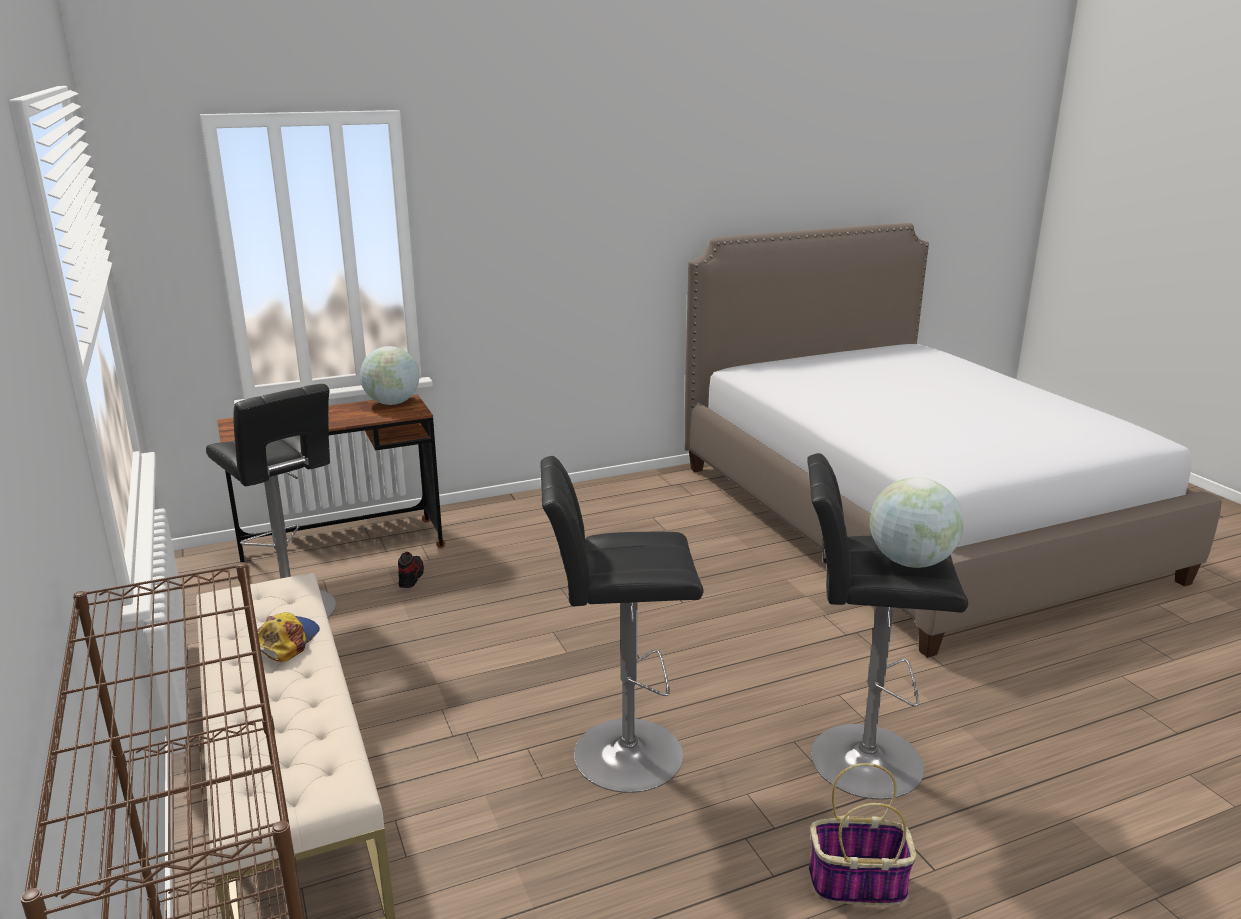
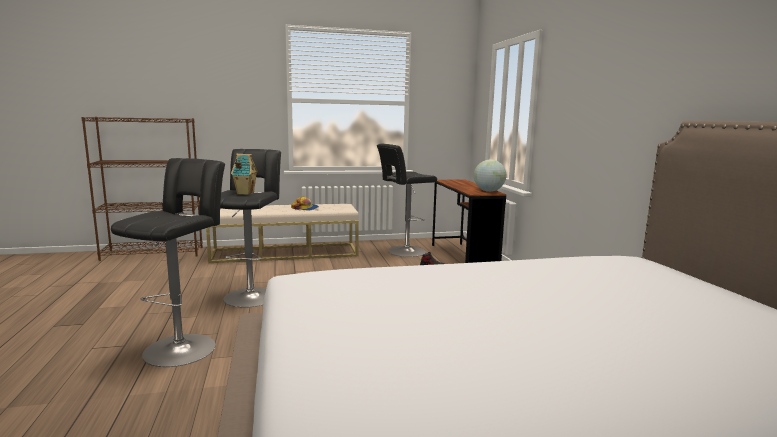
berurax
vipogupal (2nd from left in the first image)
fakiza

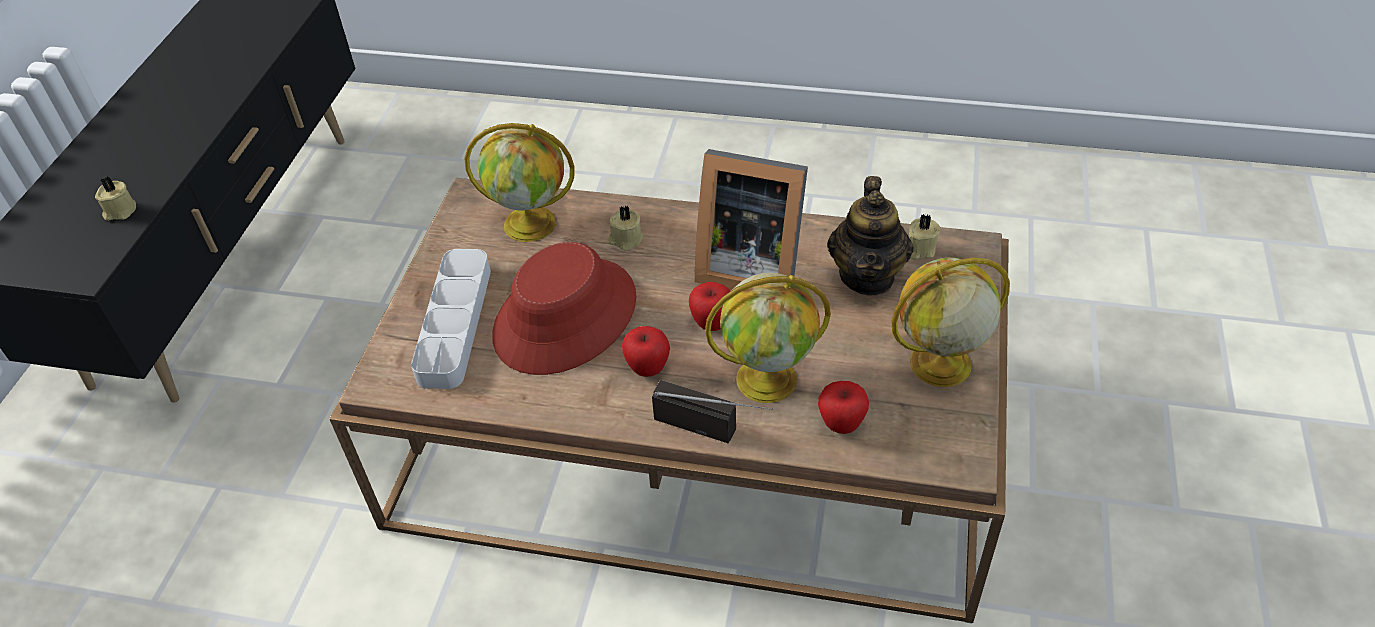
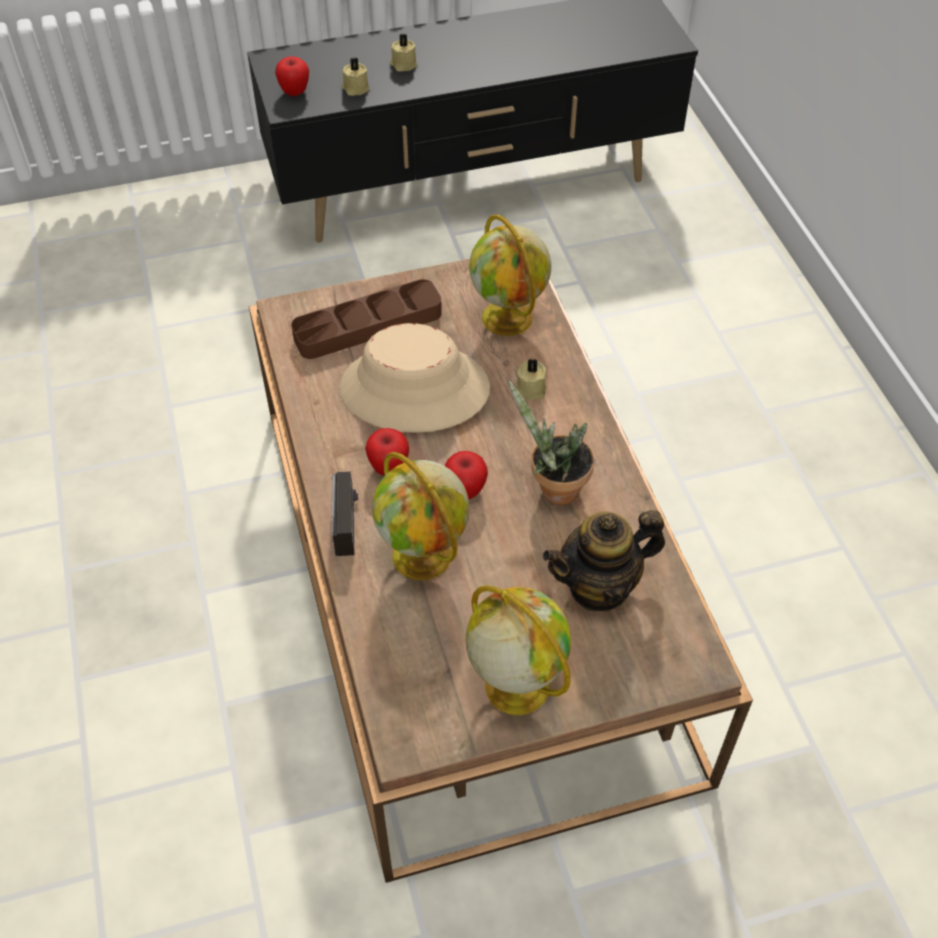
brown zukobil
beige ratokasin
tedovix
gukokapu (1st from left)
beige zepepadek (2nd from left)

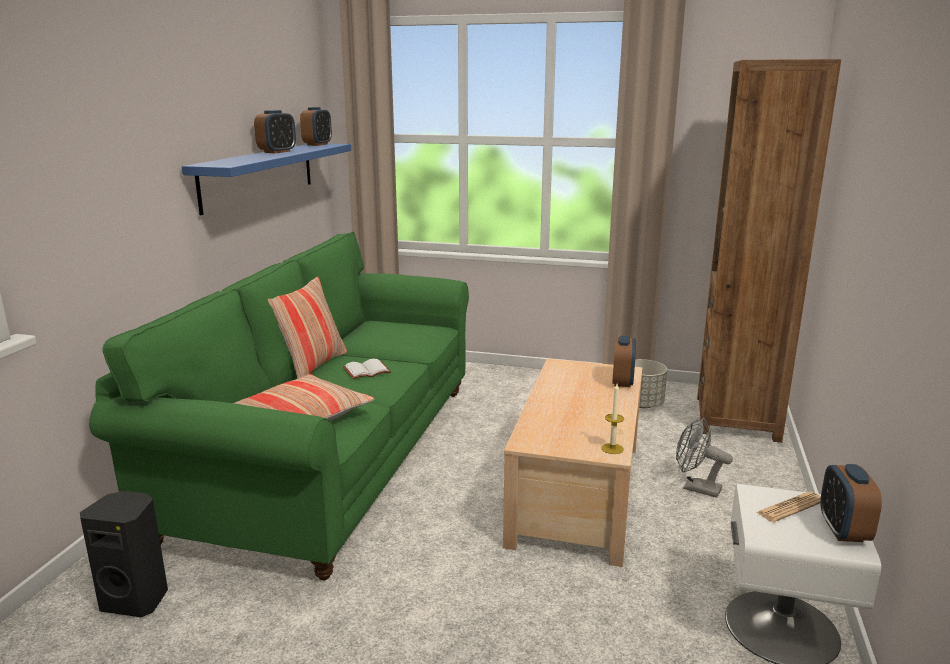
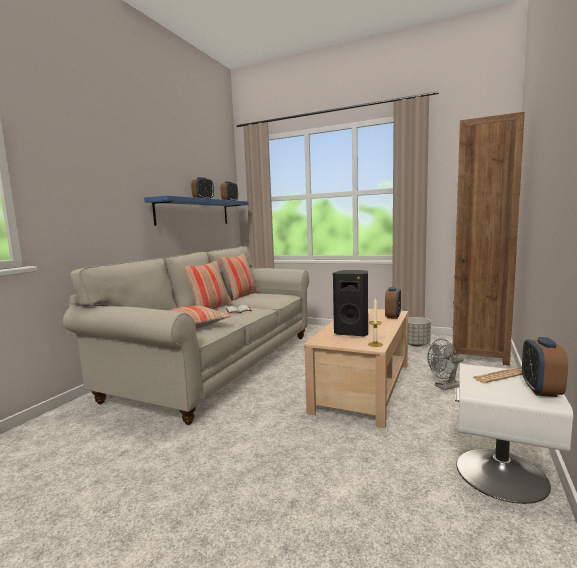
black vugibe
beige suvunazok
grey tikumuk
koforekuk (3rd from left)

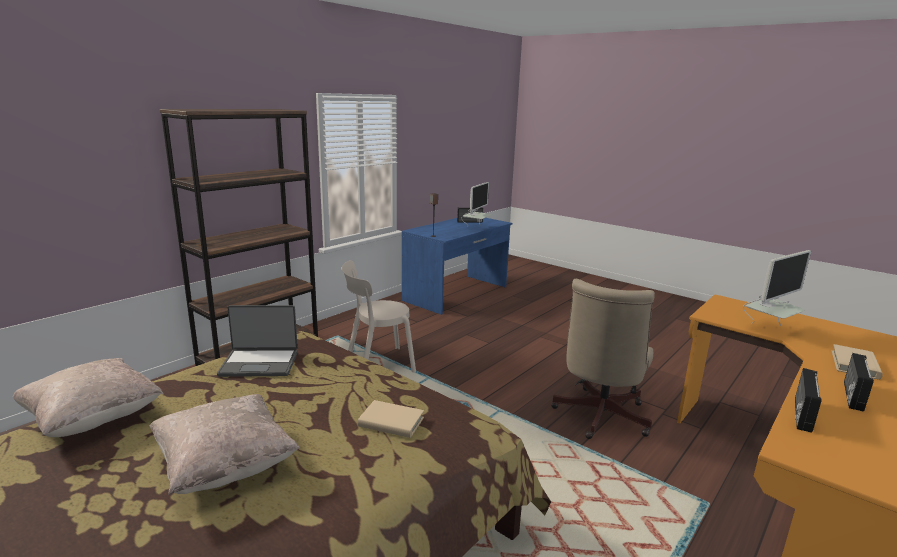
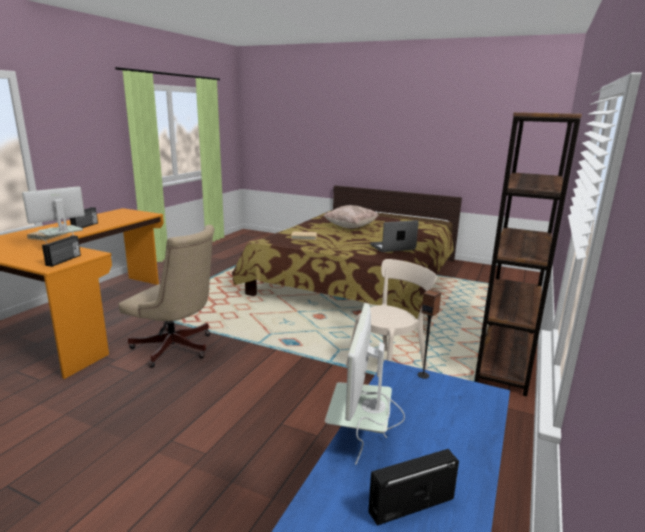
beige koforekuk (1st from left in the first image)
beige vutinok
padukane (1st from left)

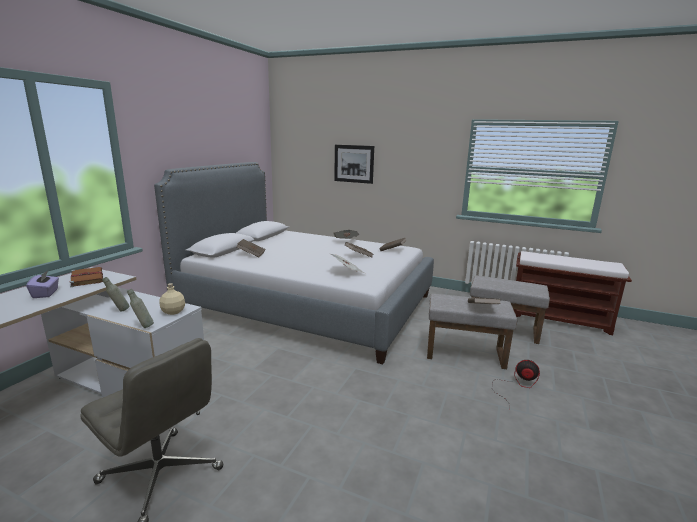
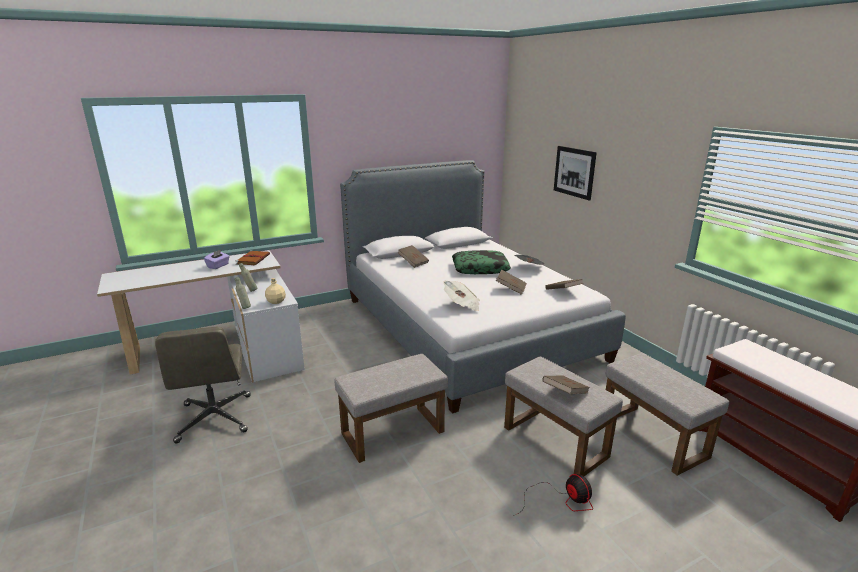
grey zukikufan (1st from left)
koforekuk

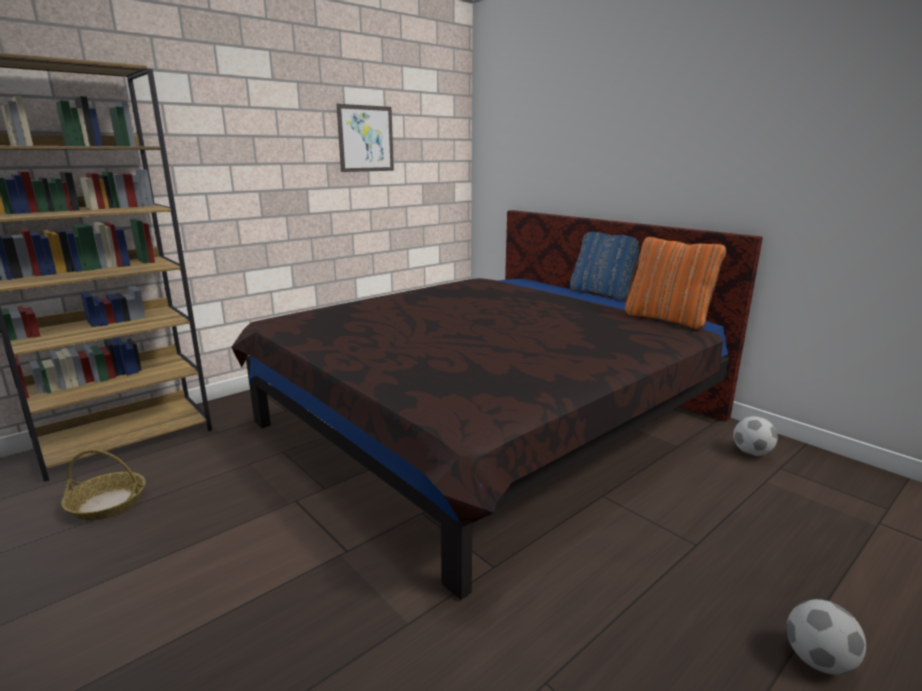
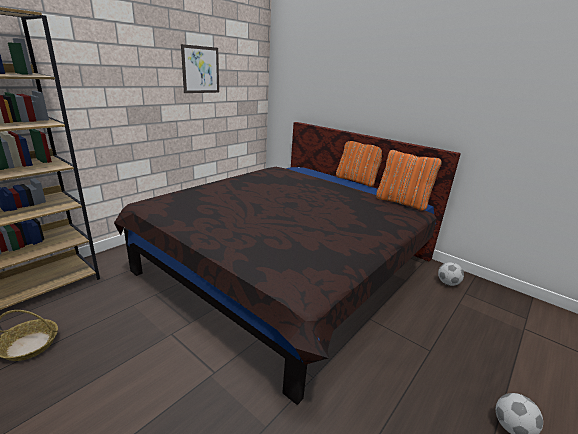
orange koforekuk (1st from left)

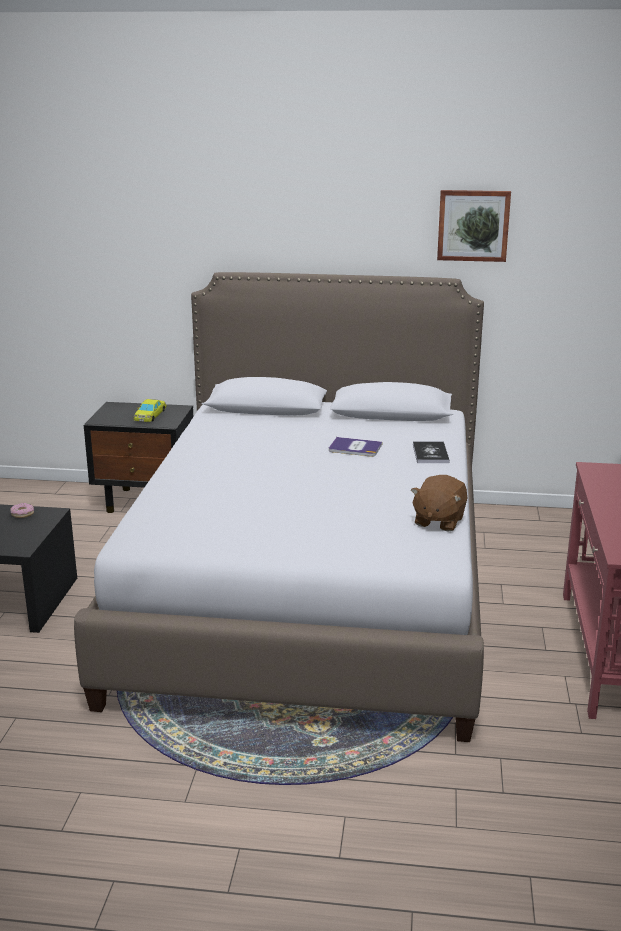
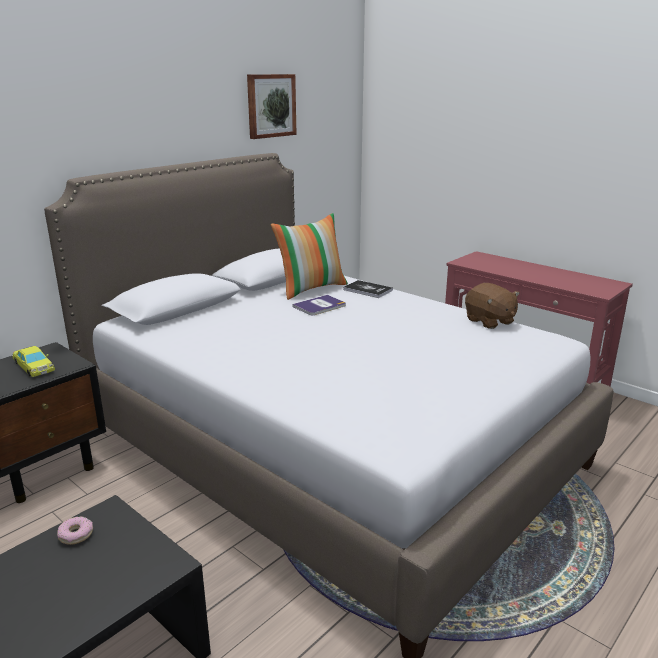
koforekuk

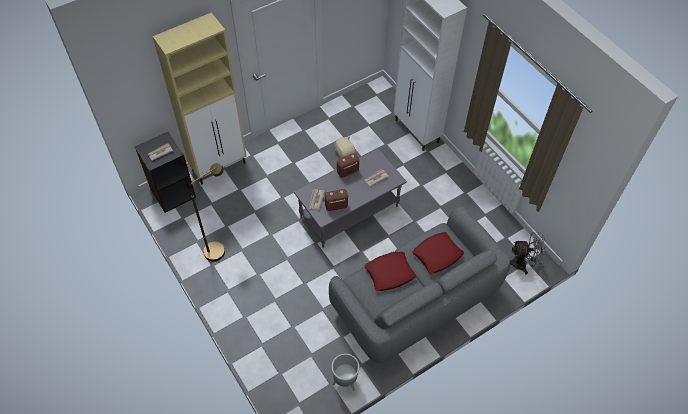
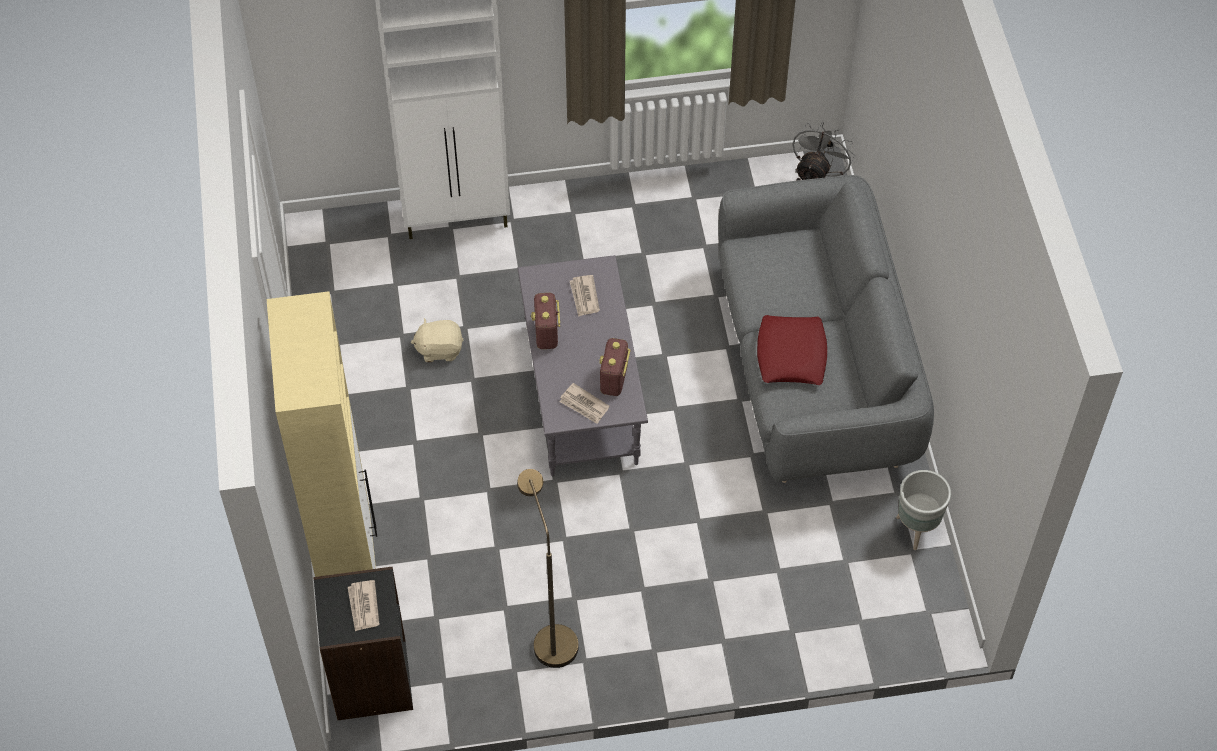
red koforekuk (2nd from left in the first image)

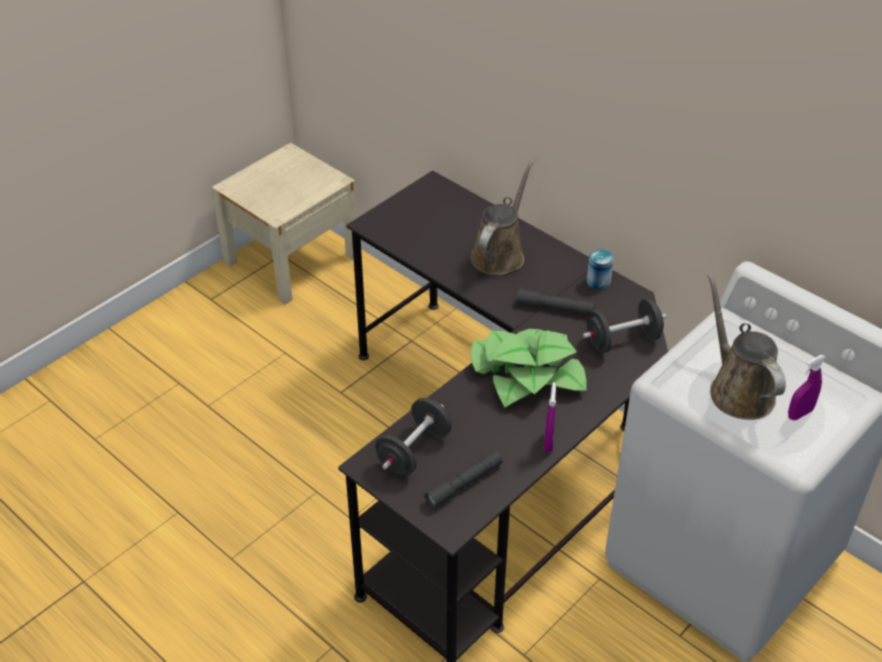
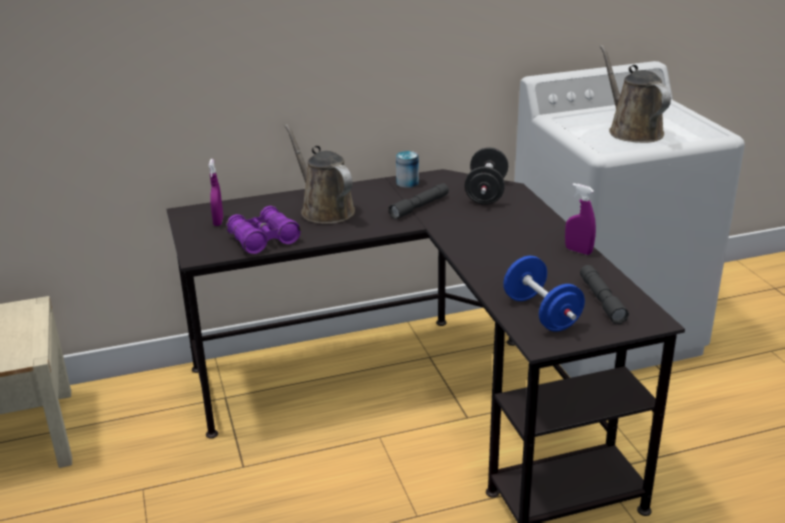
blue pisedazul
tedovix
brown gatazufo (2nd from left)
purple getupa (1st from left)
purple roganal

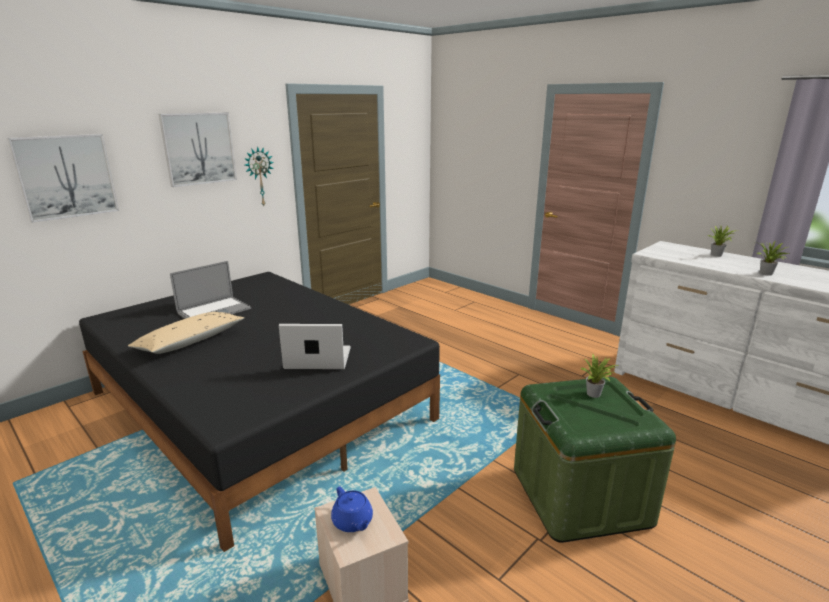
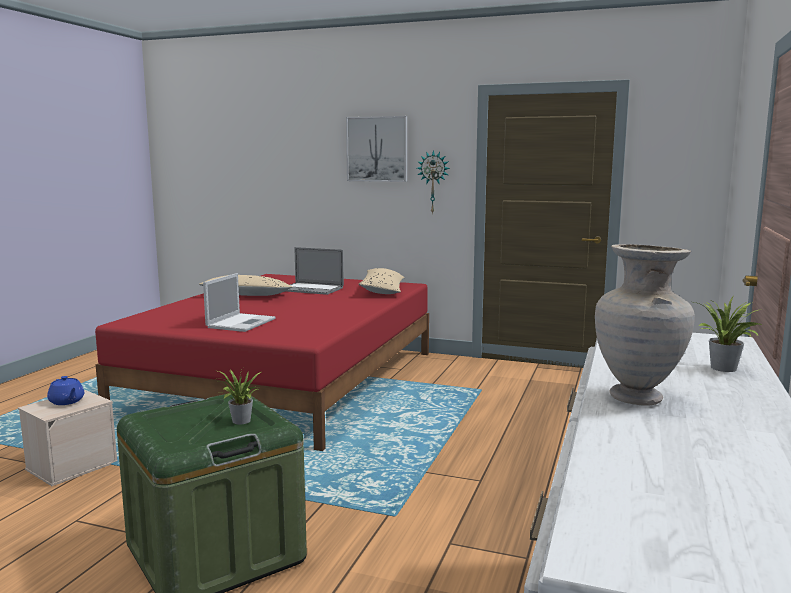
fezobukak (1st from left in the first image)
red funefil
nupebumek (1st from left)
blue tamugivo
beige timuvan
beige koforekuk (2nd from left)

